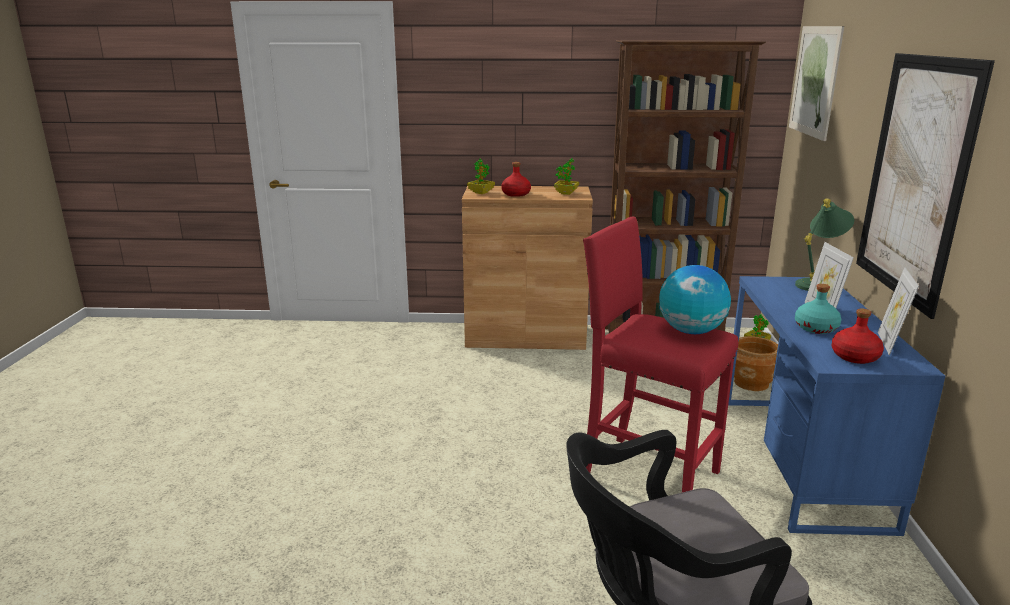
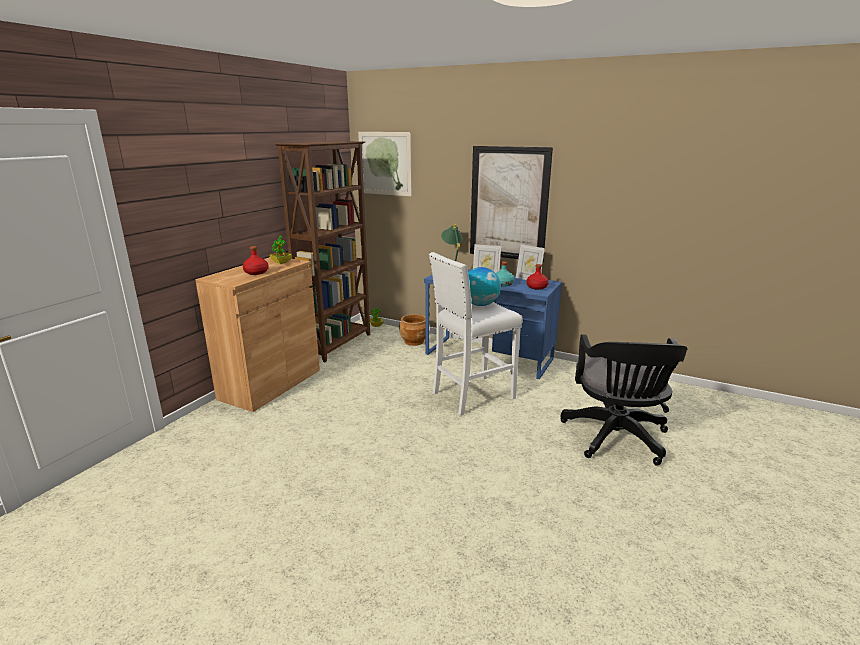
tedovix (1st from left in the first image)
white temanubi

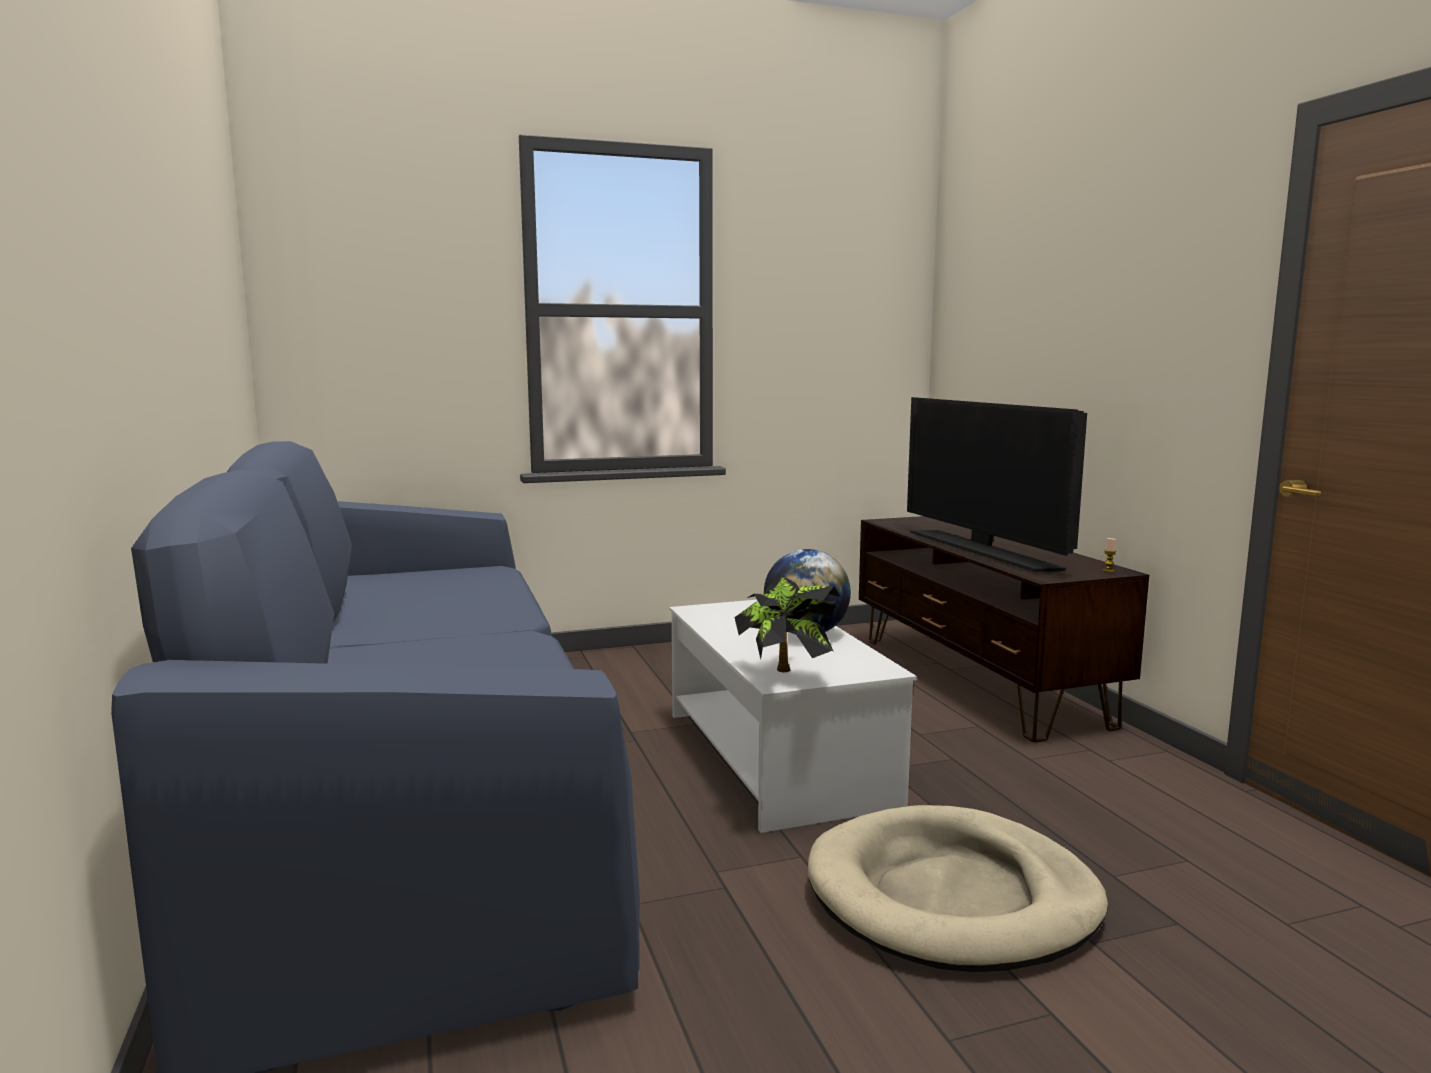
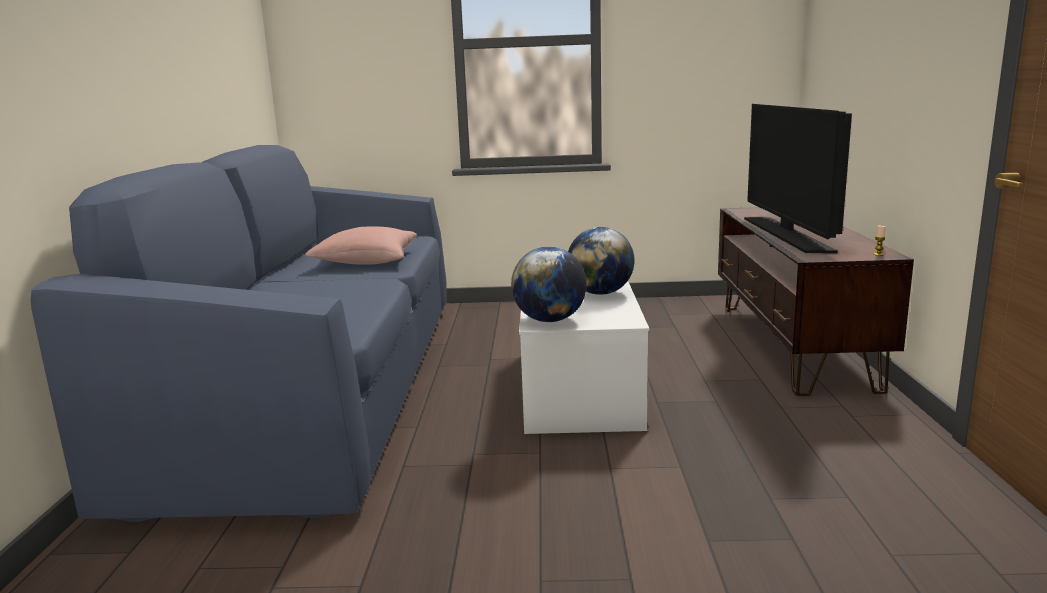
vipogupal (1st from left)
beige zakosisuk
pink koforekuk

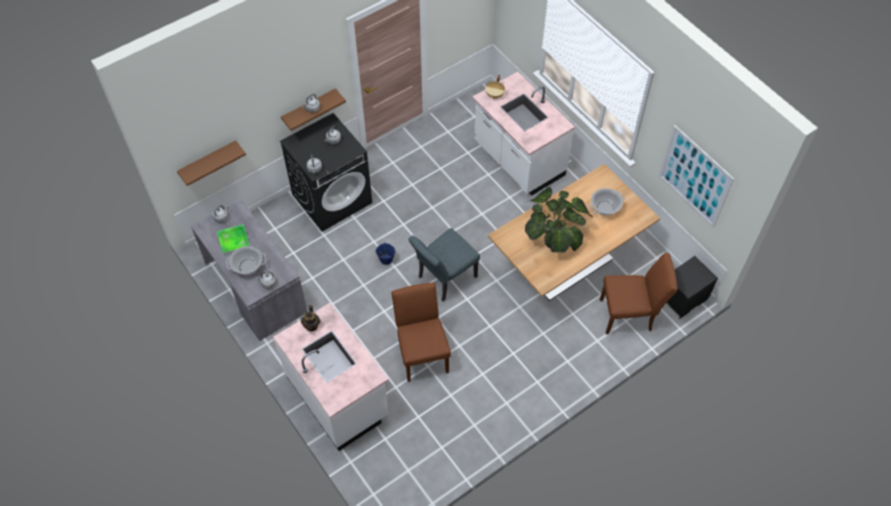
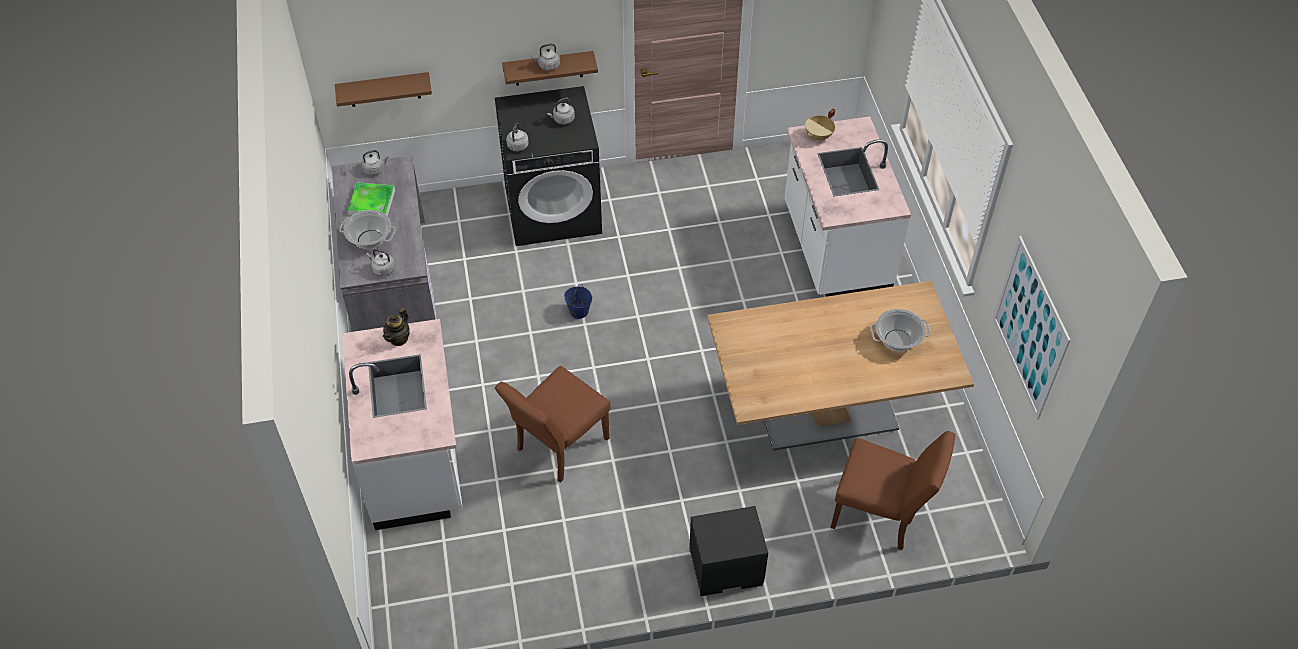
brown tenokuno (1st from left)
grey tenokuno
tedovix
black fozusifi

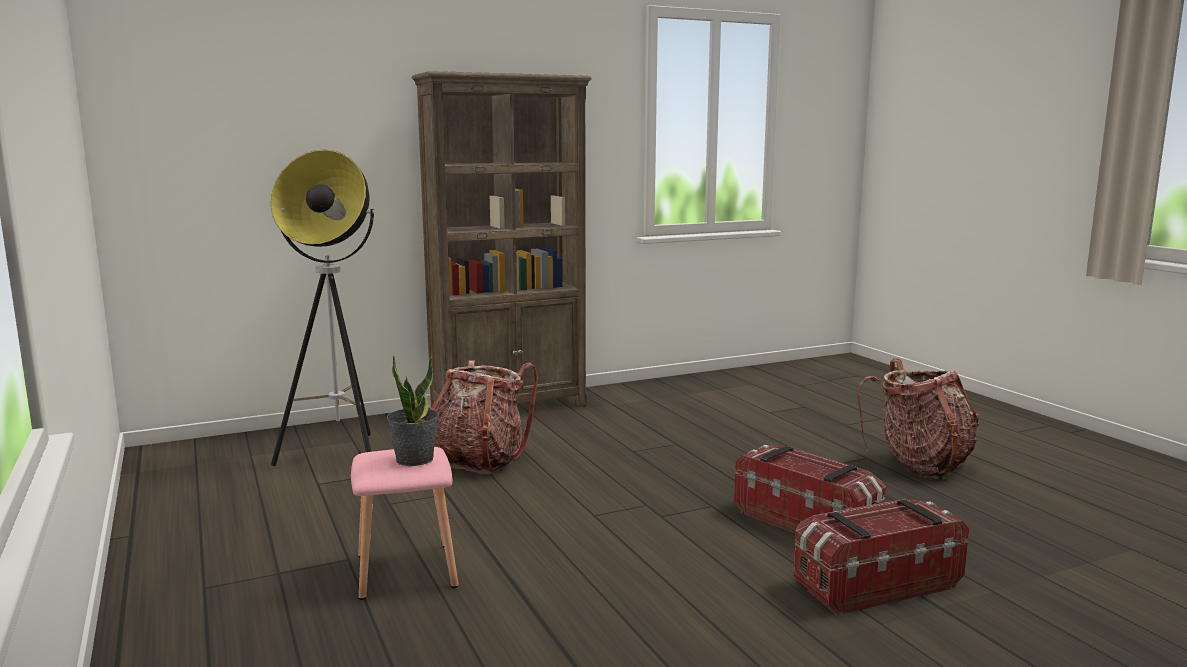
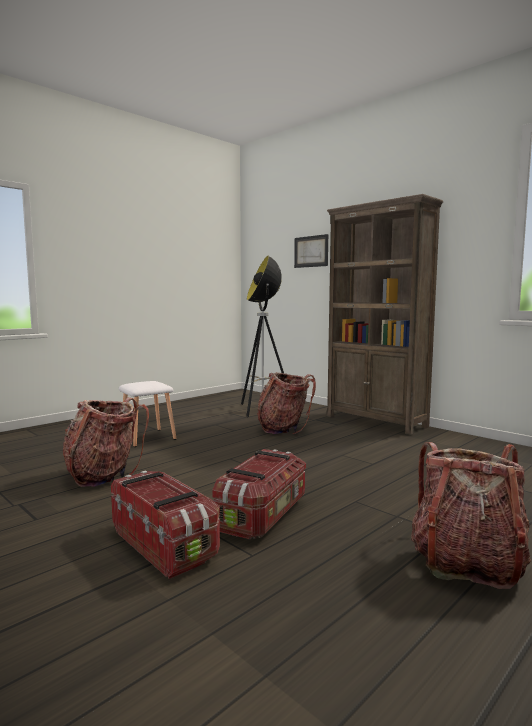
white temanubi
tedovix
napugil (1st from left)
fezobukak

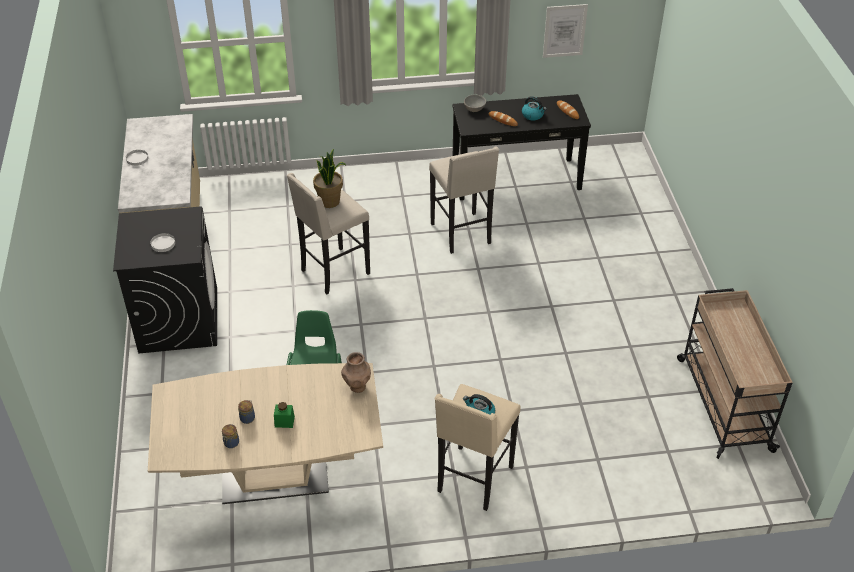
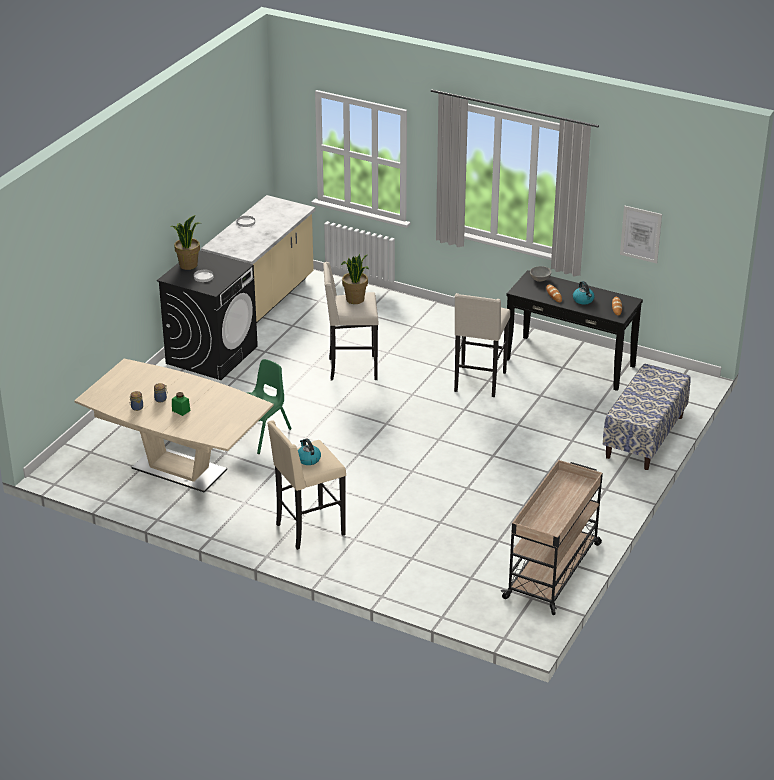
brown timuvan
tedovix (1st from left)
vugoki

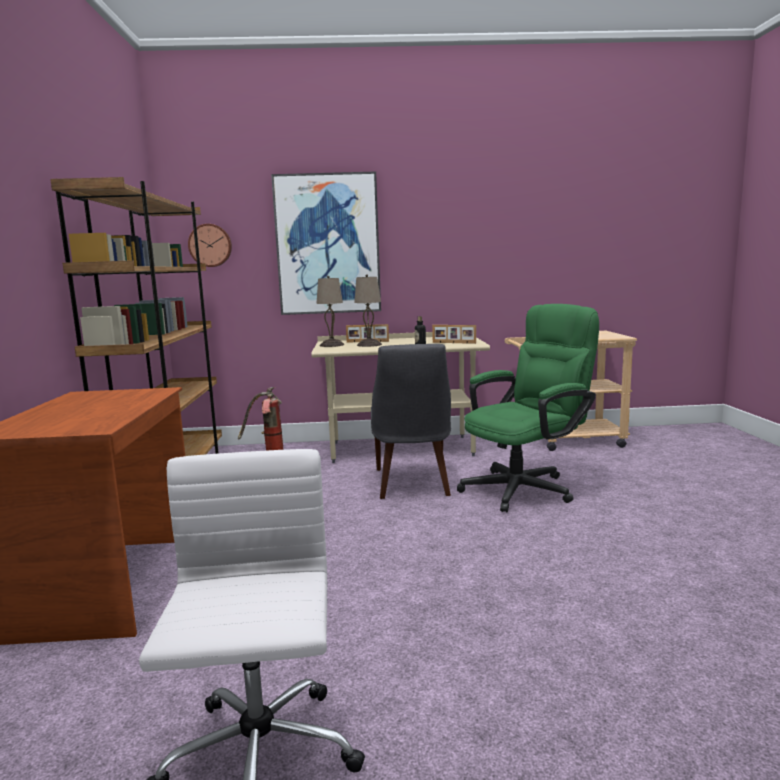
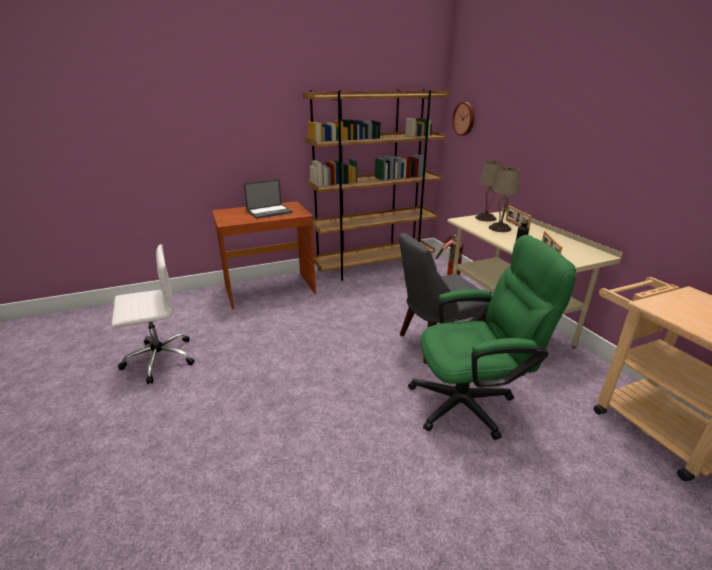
fezobukak
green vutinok
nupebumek

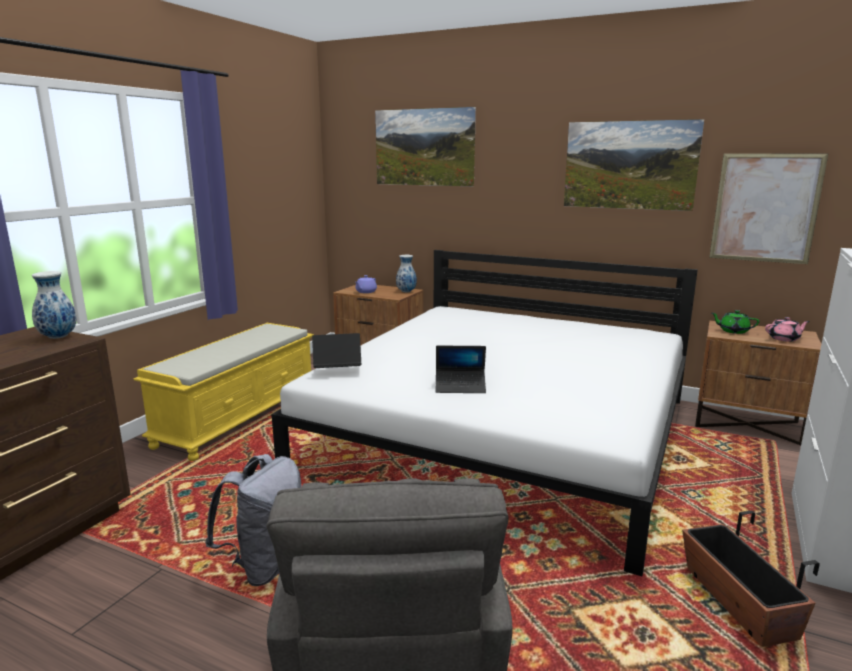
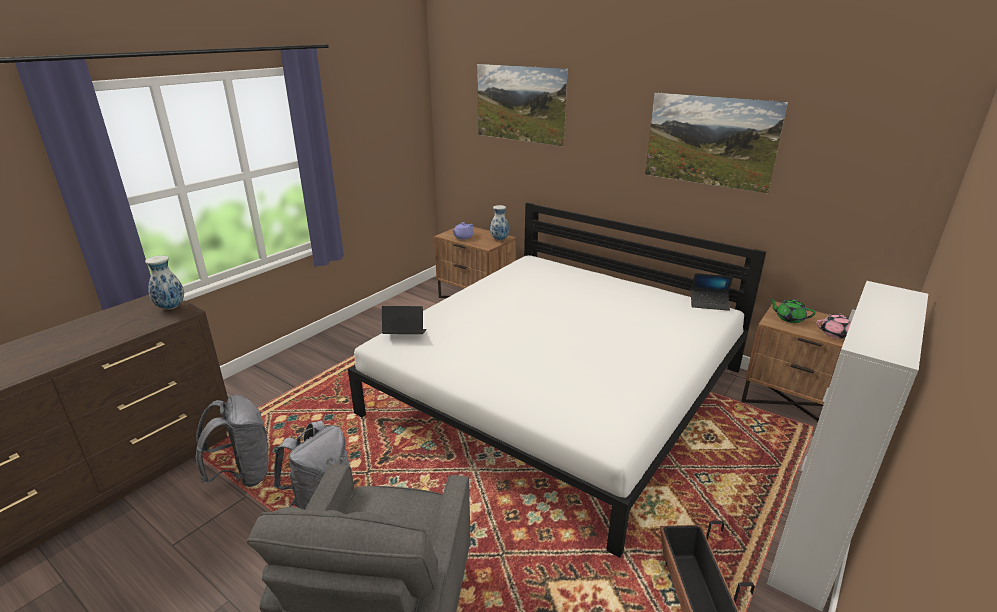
yellow vugoki
nupebumek (2nd from left)
fezobukak (3rd from left in the first image)
grey napugil (1st from left)

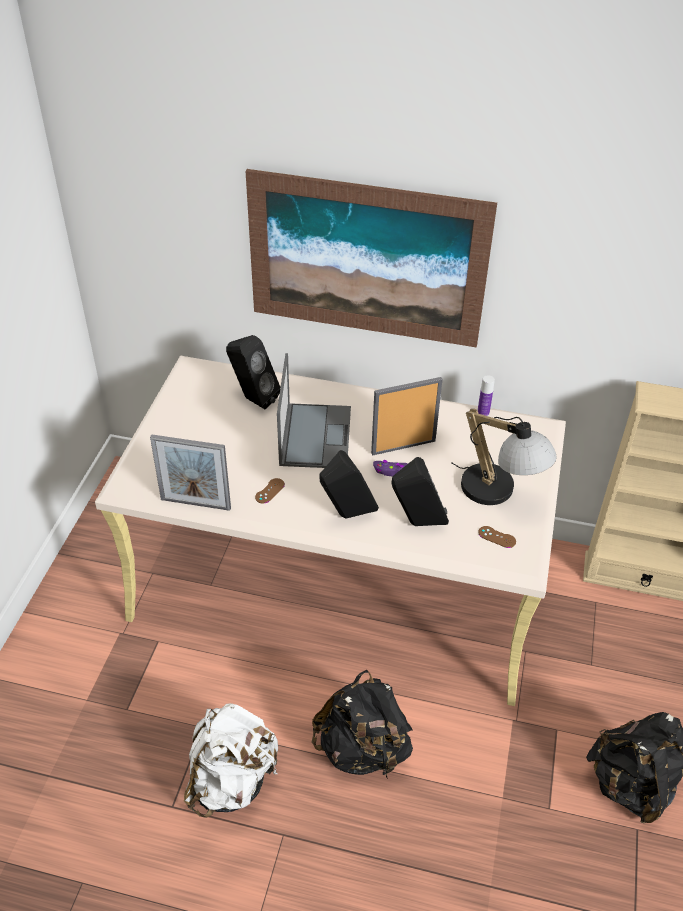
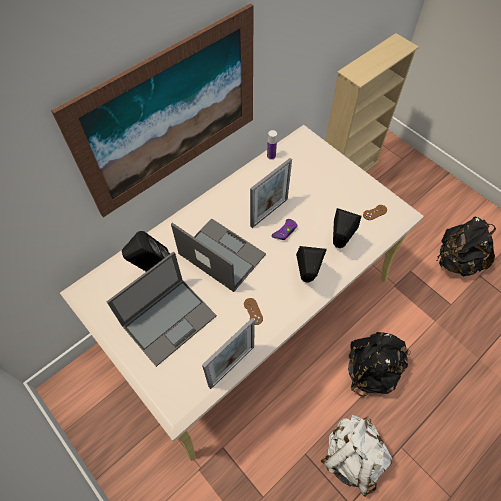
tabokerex (2nd from left)
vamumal
nupebumek (1st from left)

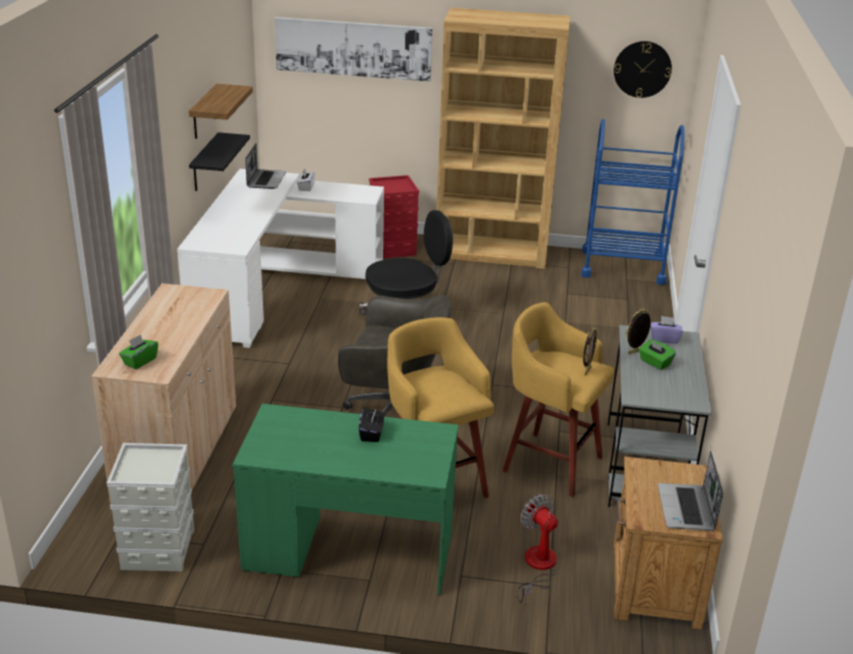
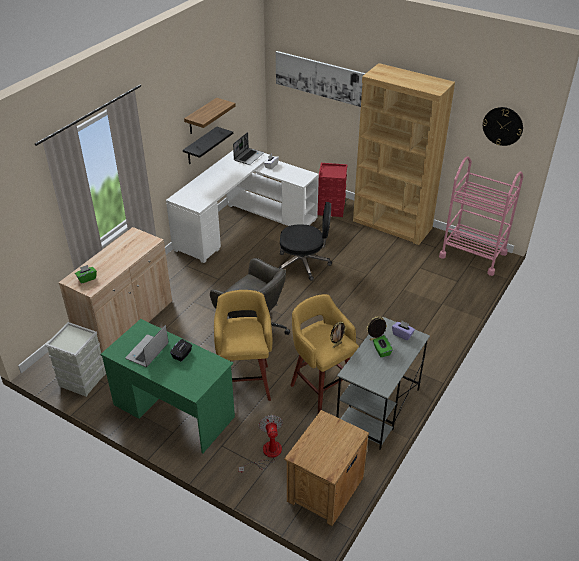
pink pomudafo
nupebumek (1st from left)

